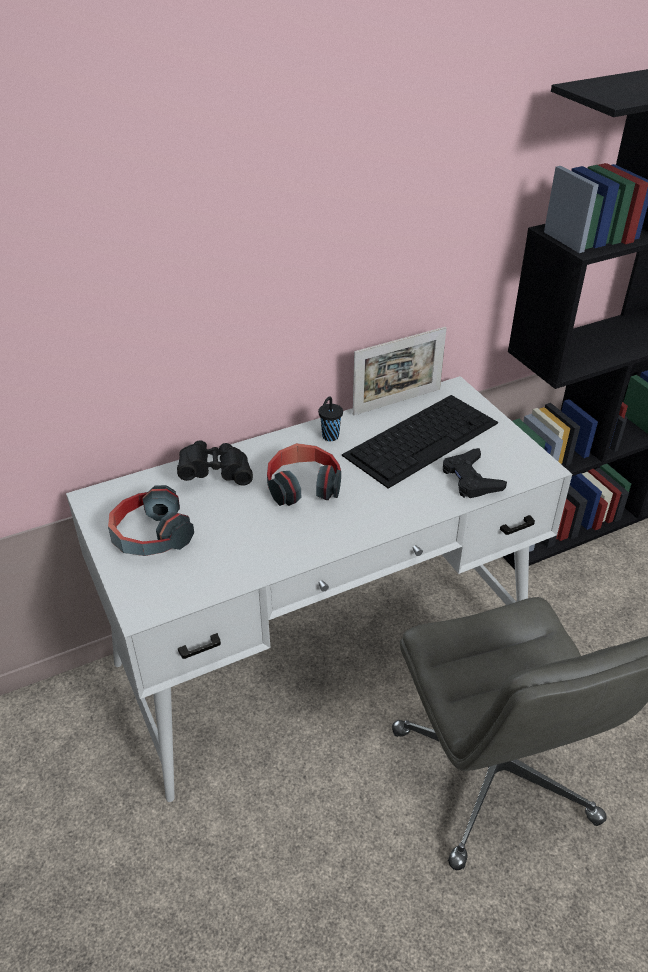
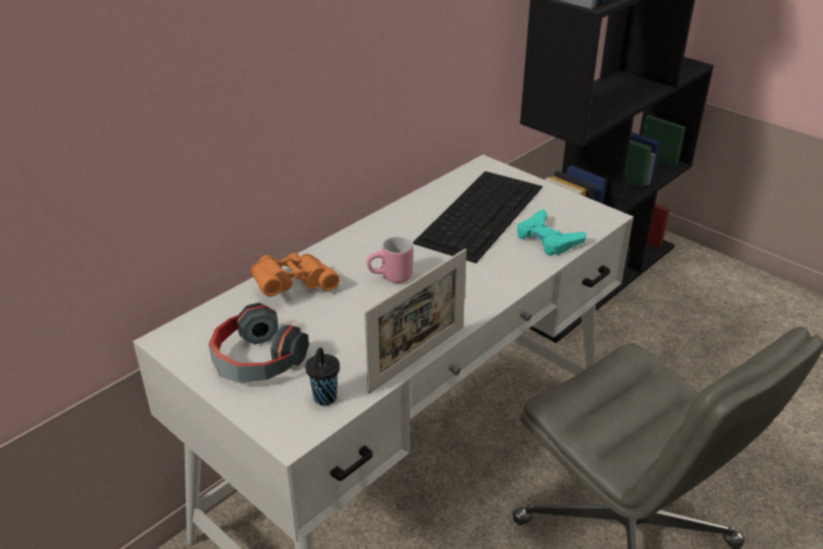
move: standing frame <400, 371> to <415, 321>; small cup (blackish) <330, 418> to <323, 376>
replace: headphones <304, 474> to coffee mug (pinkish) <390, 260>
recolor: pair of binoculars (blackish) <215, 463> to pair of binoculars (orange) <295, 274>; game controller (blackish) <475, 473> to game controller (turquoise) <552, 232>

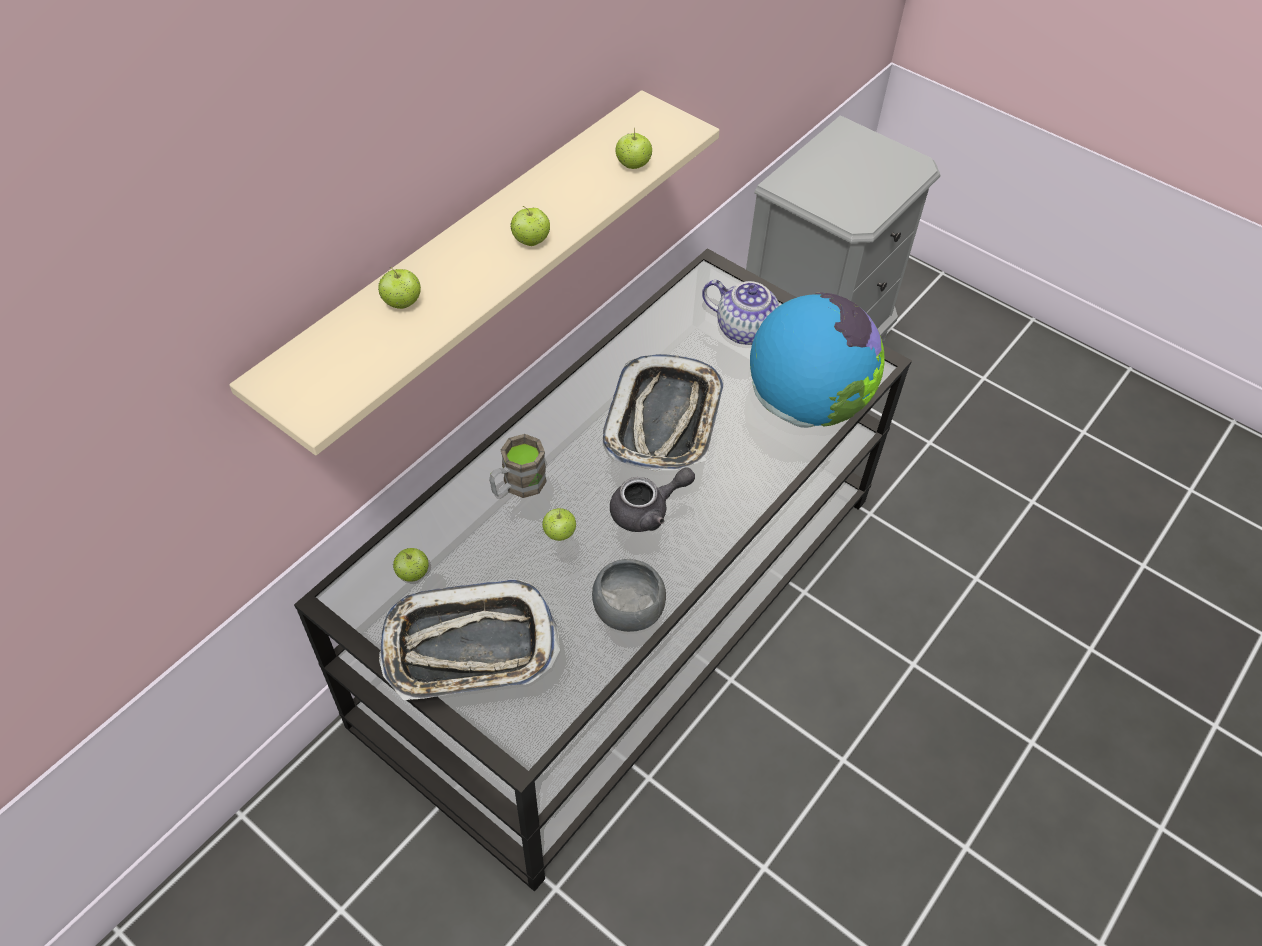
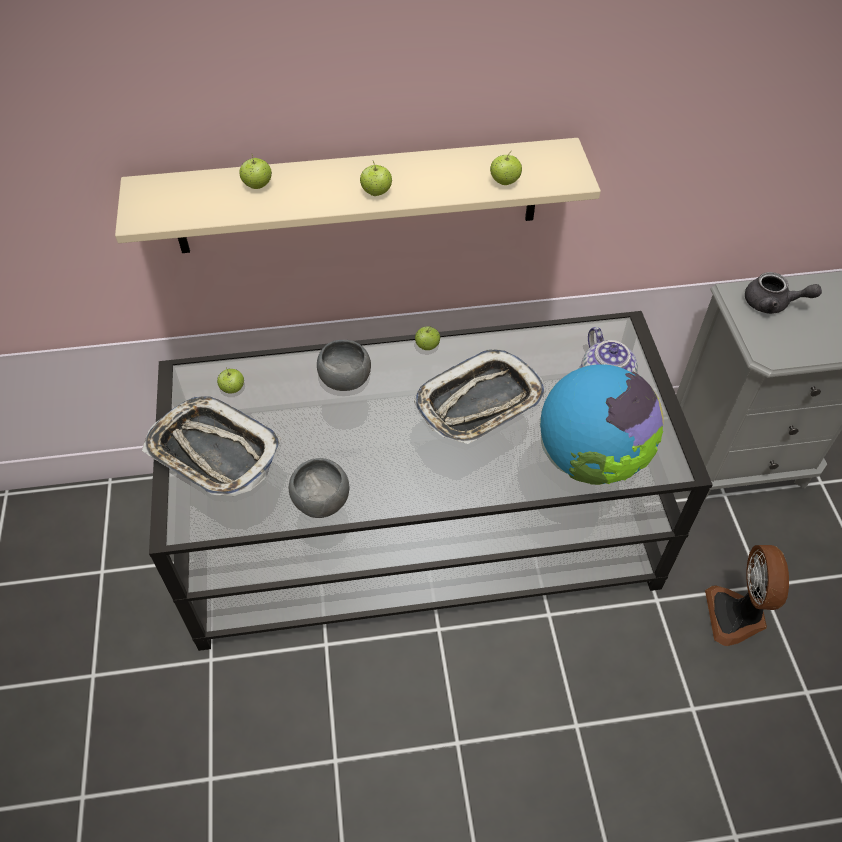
insert: fan <747, 595>
move: pot for tea (greyish) <652, 499> to <783, 293>; apple fruit <559, 524> to <427, 338>
replace: coffee mug (brown-coloured) <518, 466> to serving bowl (greyish) <344, 365>

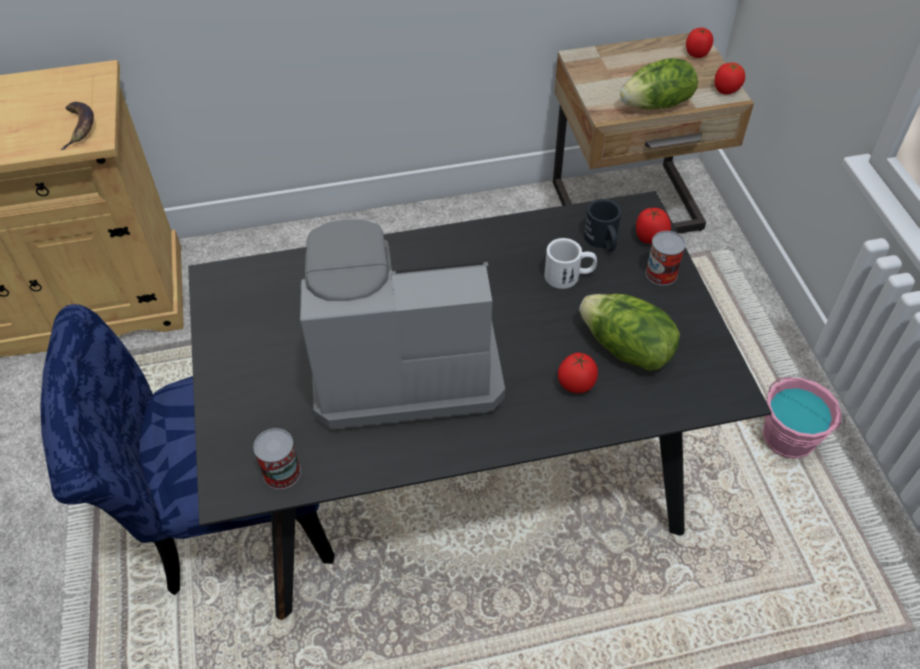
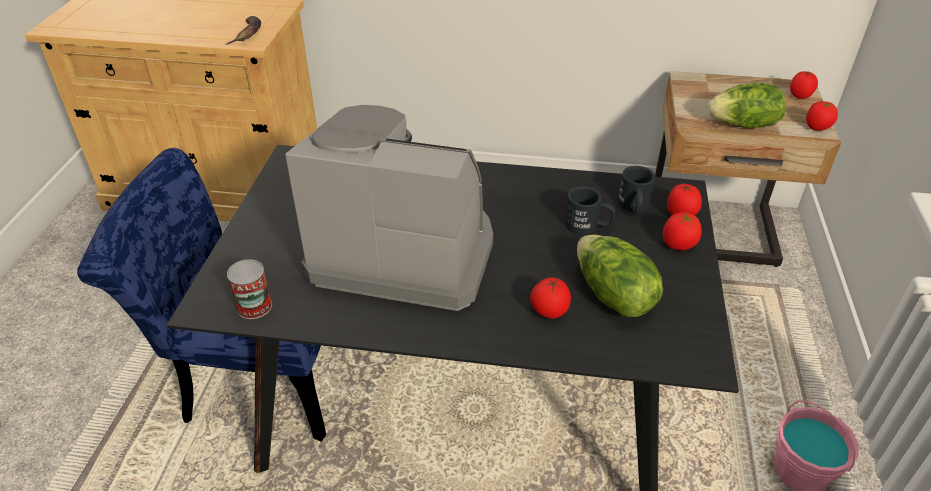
replace: metal can <665, 258> to whole tomato <682, 231>
recolor: coffee mug (whitish) <571, 263> to coffee mug (blackish) <590, 210>

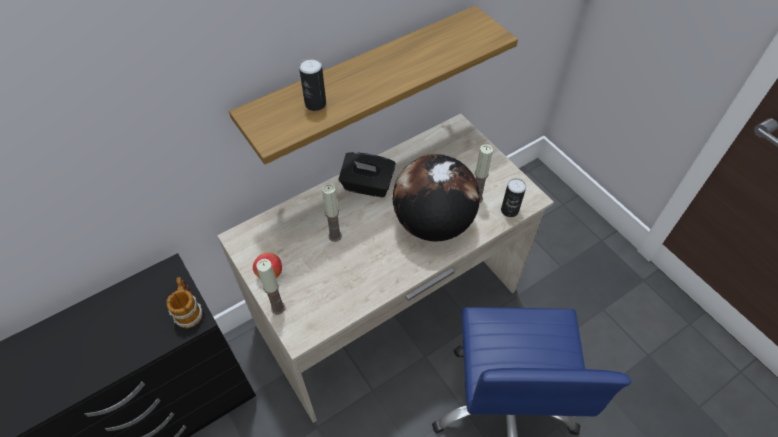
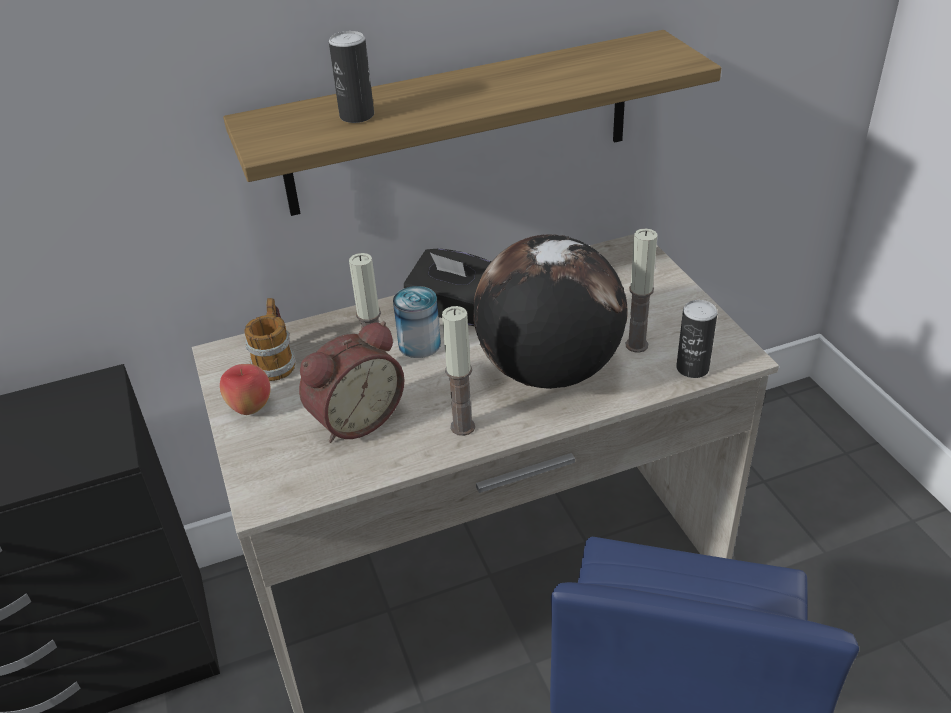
insert: metal can <417, 322>; alarm clock <351, 382>
move: wax candle <271, 286> to <458, 371>; coffee mug <184, 302> to <269, 339>

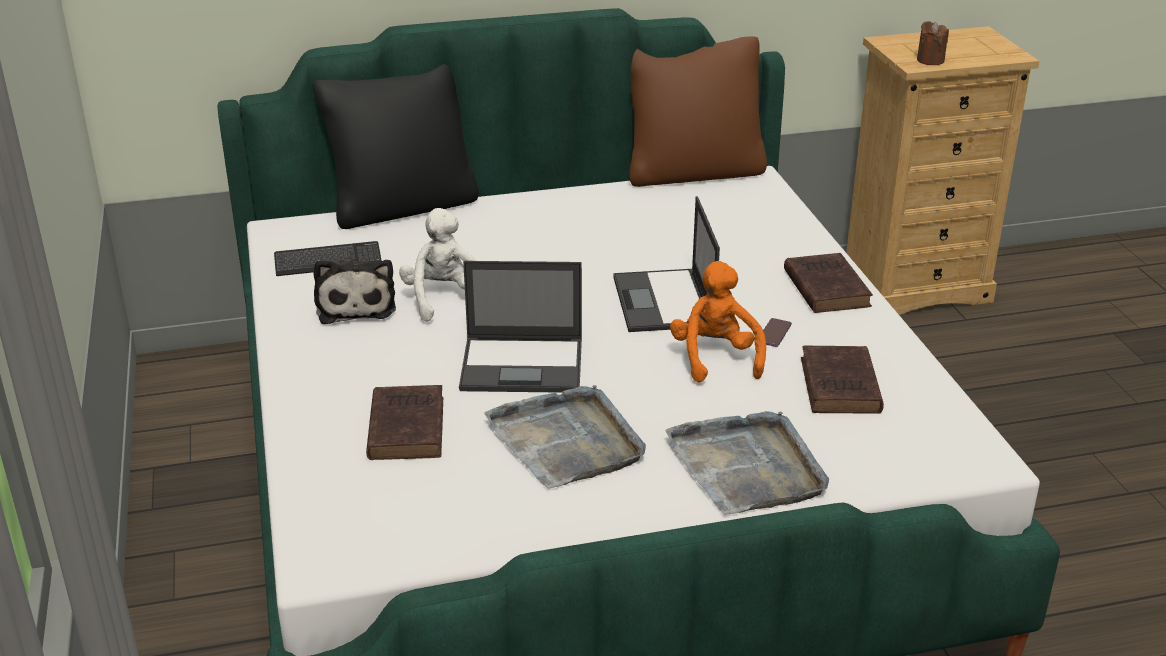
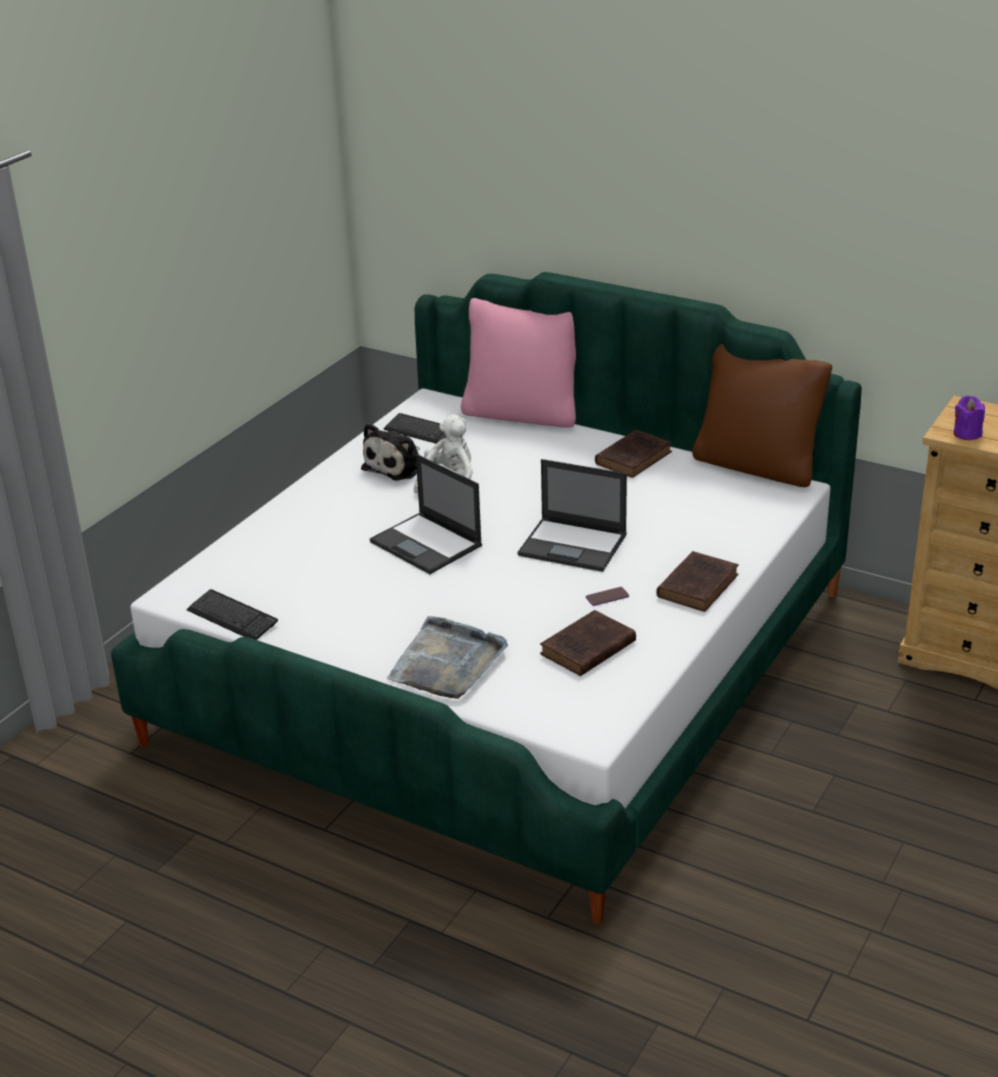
delete: soft toy (orange) <718, 322>; carrying tray (greyish) <565, 437>
insert: computer keyboard <232, 614>
move: book (brown-coloured) <404, 422> to <633, 454>
recolor: wax candle (brown-coloured) <933, 43> to wax candle (purplish) <969, 418>; throw pillow (blackish) <395, 146> to throw pillow (pinkish) <518, 363>
rotate: notebook computer <666, 264> = <572, 515> 105 degrees counterclockwise

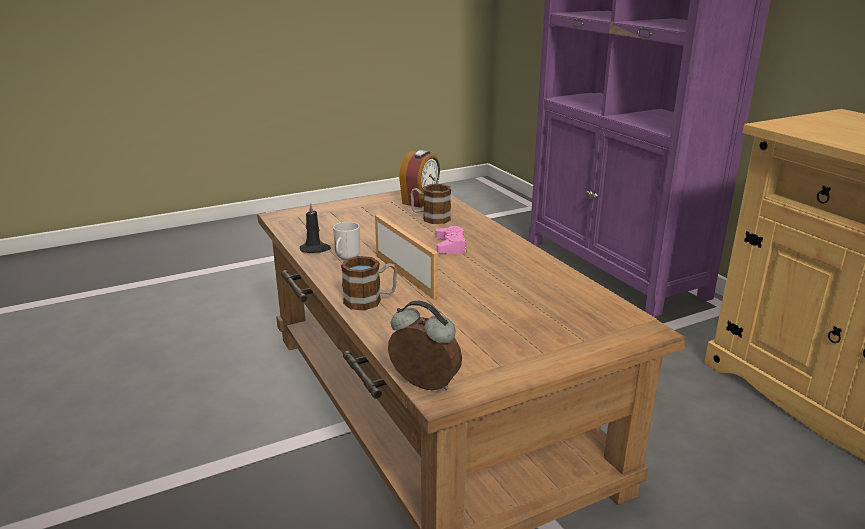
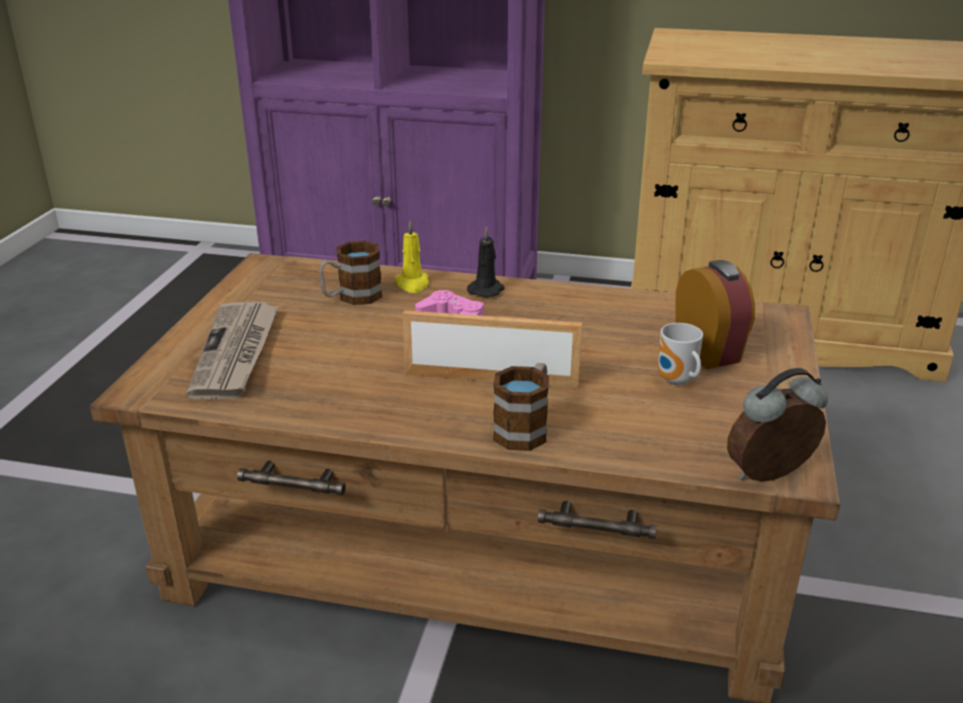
insert: wax candle (yellow-coloured) <411, 257>; printed paper <232, 351>
move: alarm clock <419, 179> to <715, 315>; wax candle (blackish) <315, 228> to <486, 262>; coffee mug <346, 241> to <680, 354>

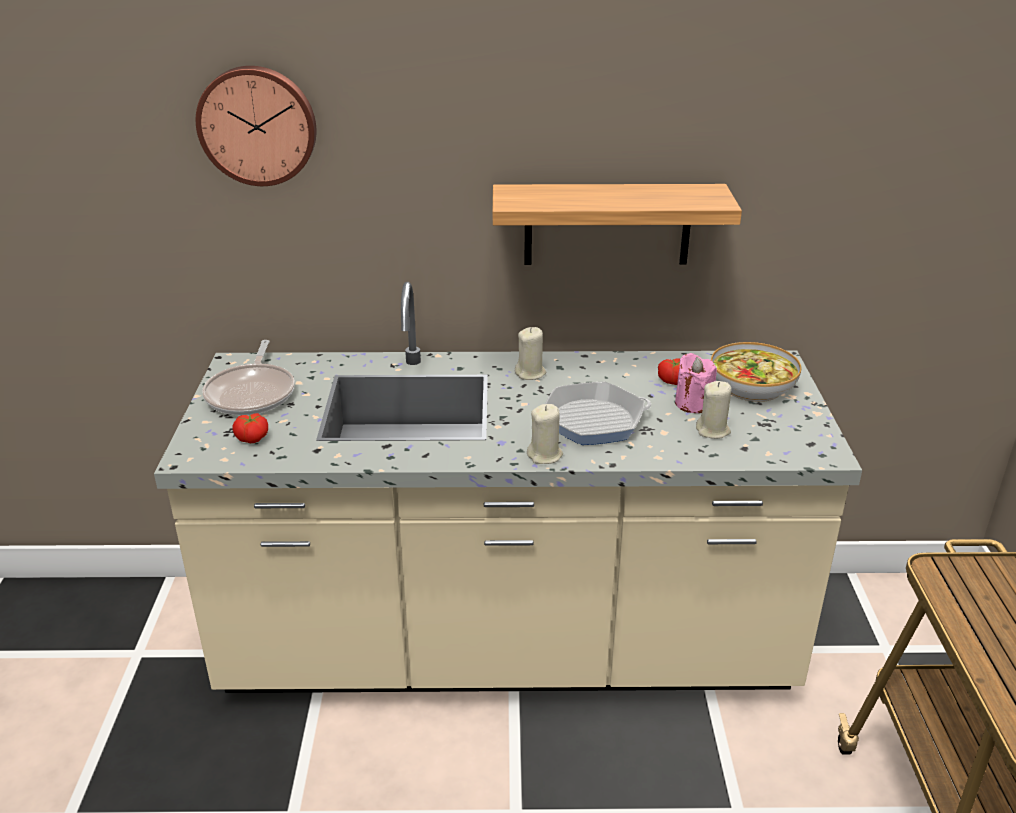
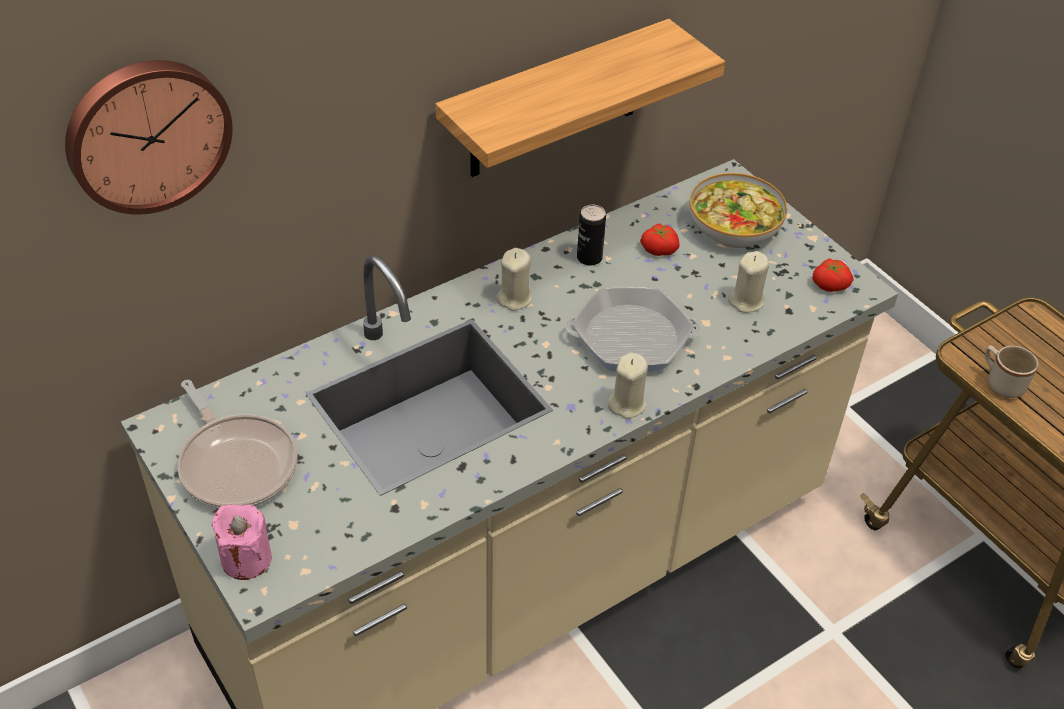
insert: metal can <591, 235>; coffee mug (beige) <1011, 371>
move: wax candle (pinkish) <696, 383> to <241, 542>; whole tomato <250, 428> to <833, 275>
rotate: skillet <598, 413> = <633, 329> 45 degrees clockwise

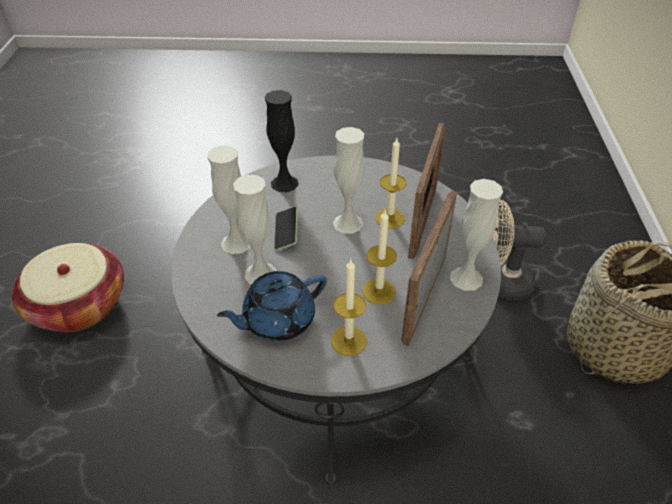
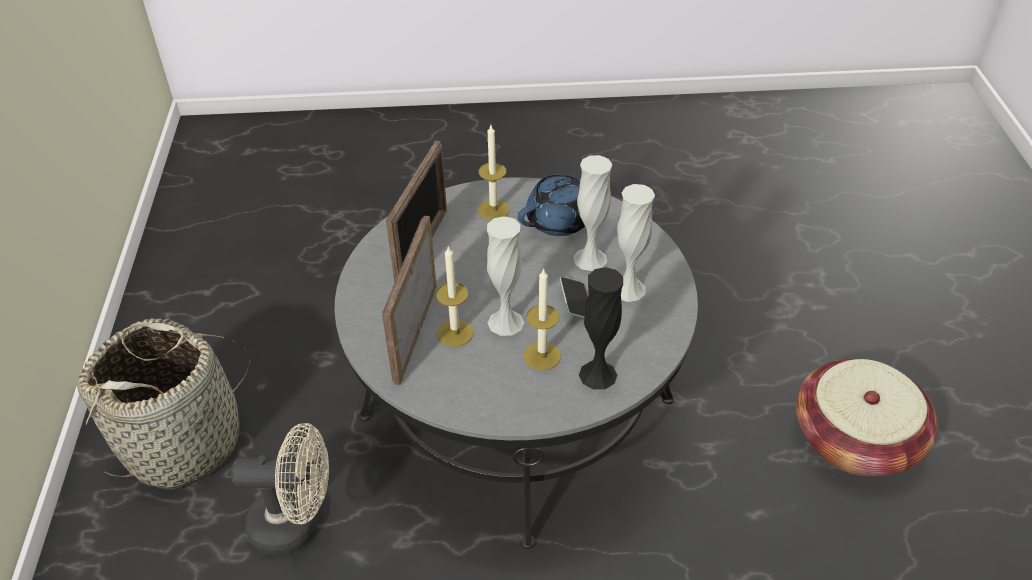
delete: flower vase (whitish) <476, 235>
move: wax candle <379, 257> to <542, 319>

